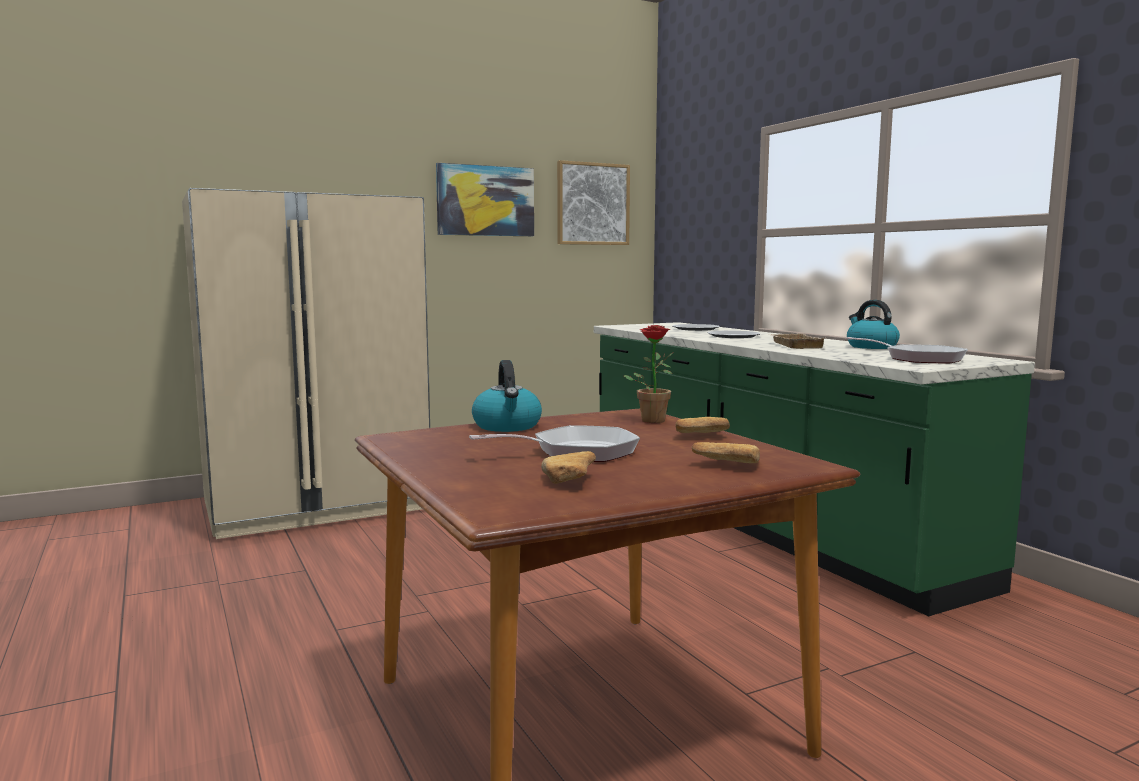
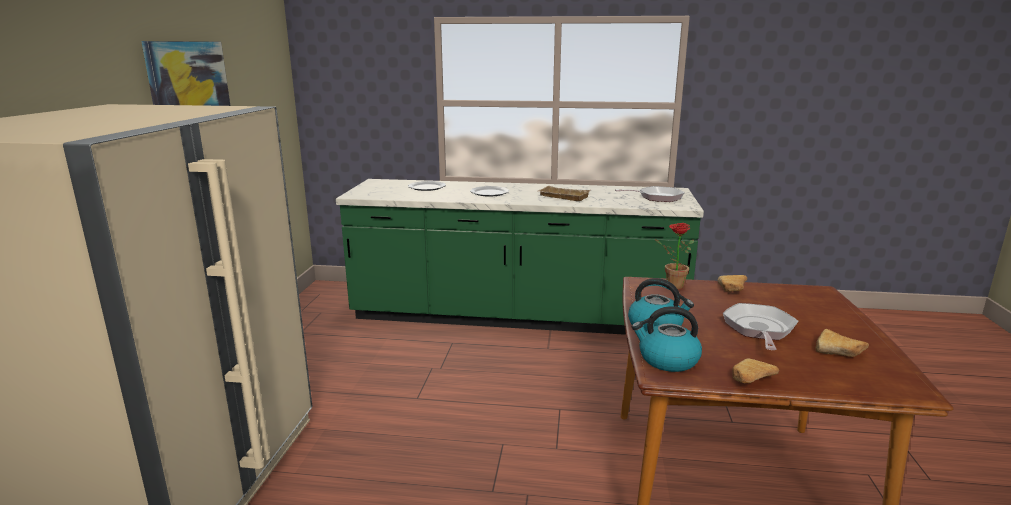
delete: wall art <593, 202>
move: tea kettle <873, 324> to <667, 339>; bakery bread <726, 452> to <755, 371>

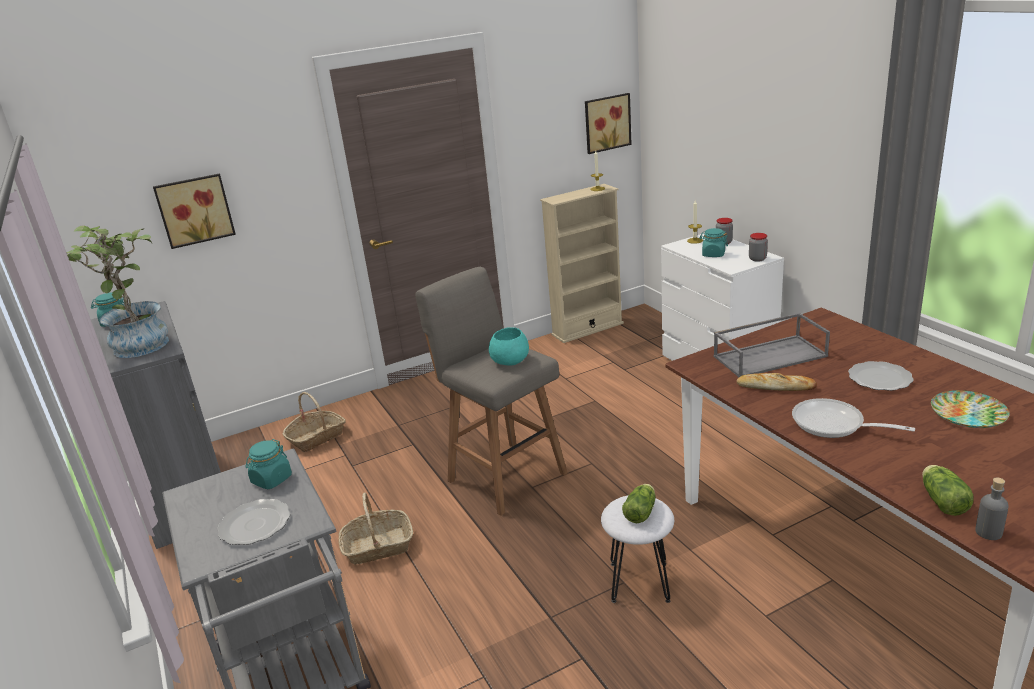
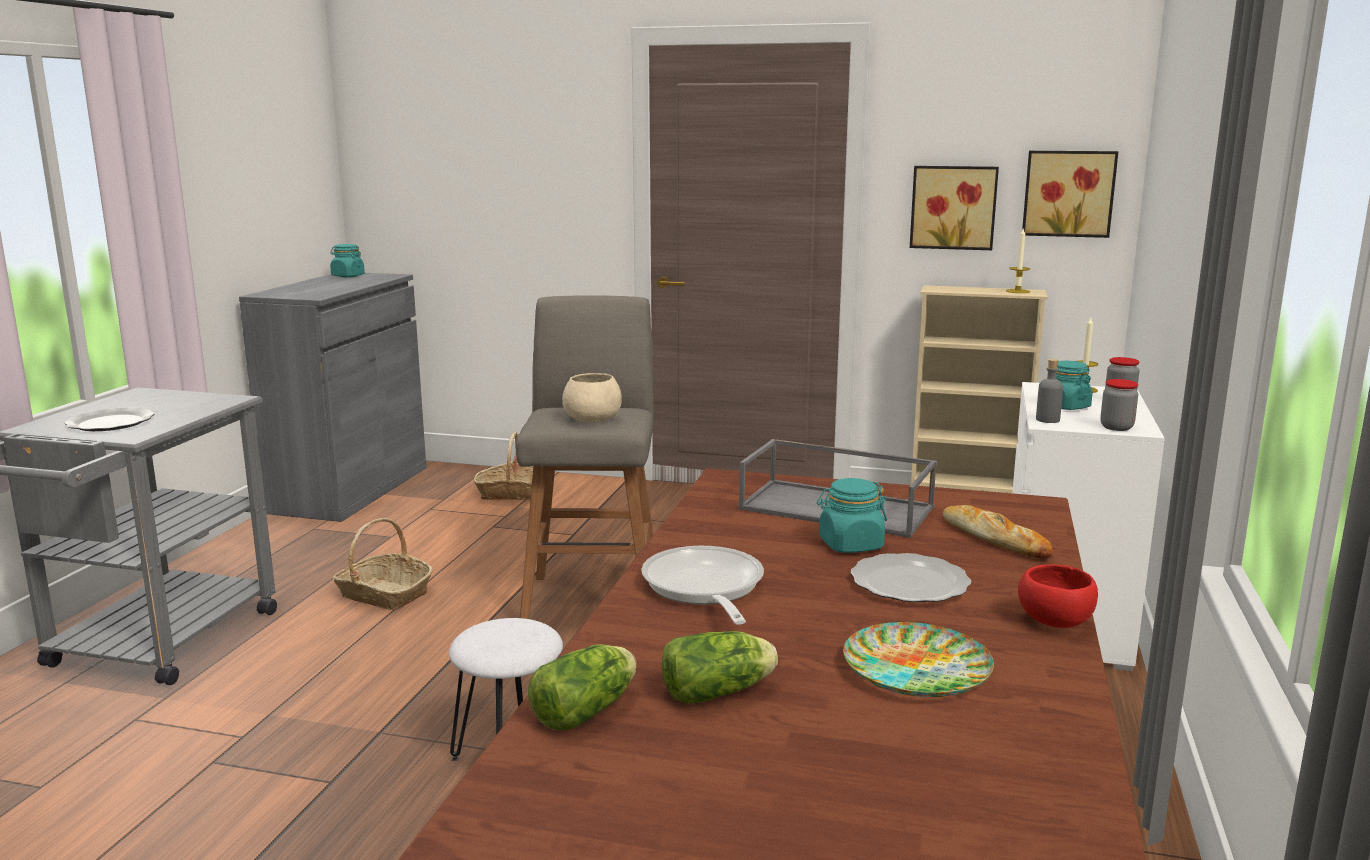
delete: houseplant <117, 292>
insert: serving bowl (reddish) <1058, 596>
move: wall art <194, 211> to <954, 208>; bakery bread <776, 382> to <998, 531>; jar (turquoise) <269, 464> to <852, 515>; beverage bottle (greyish) <992, 508> to <1049, 391>; head of lettuce <639, 503> to <720, 667>
recolor: serving bowl (turquoise) <509, 346> to serving bowl (beige) <592, 398>

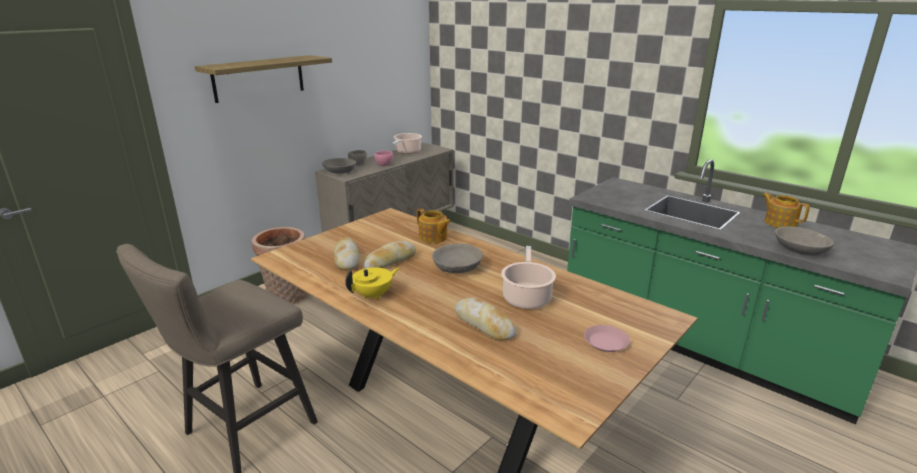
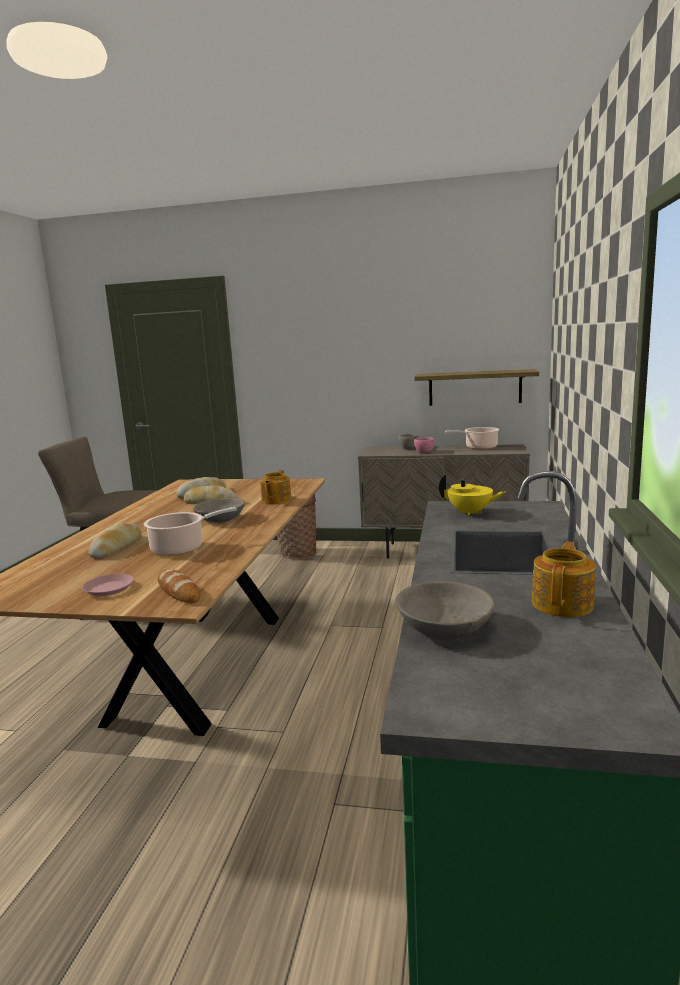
delete: serving bowl (greyish) <339, 166>
insert: bakery bread <179, 586>
move: wall shelf <263, 79> to <476, 387>; pot for tea (yellow-coloured) <372, 283> to <472, 495>

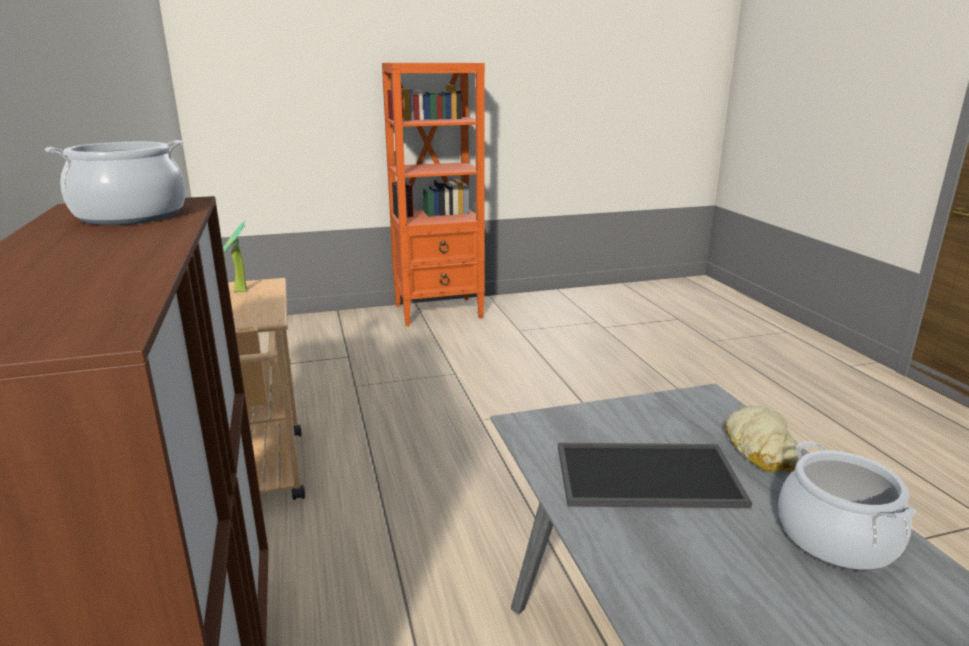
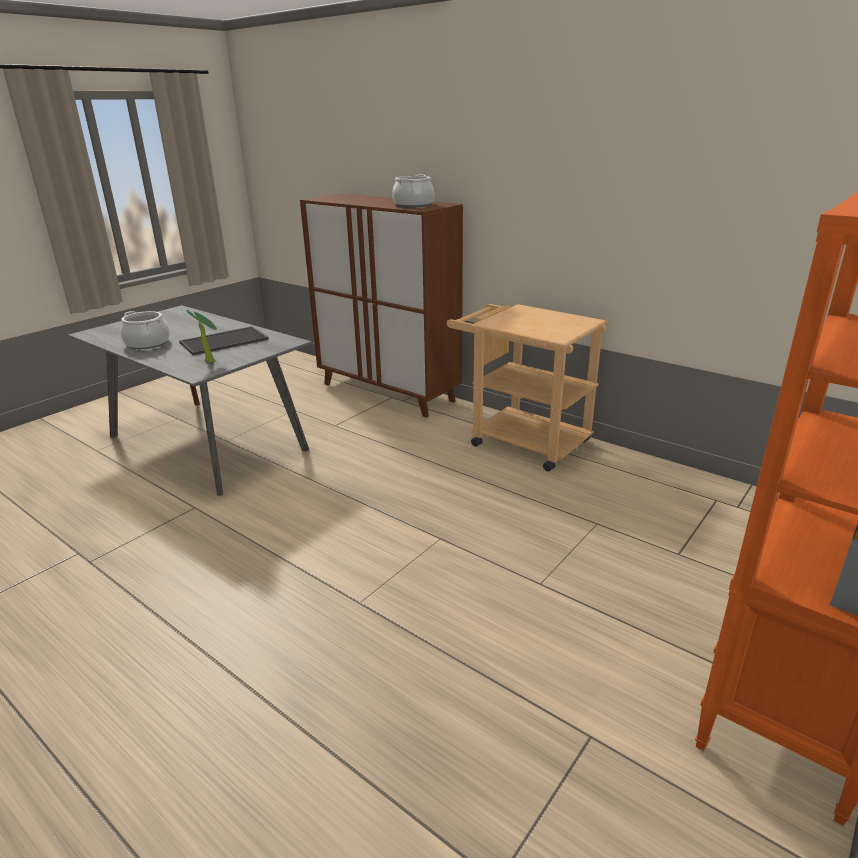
delete: bakery bread <763, 439>
move: houseplant <235, 256> to <201, 336>

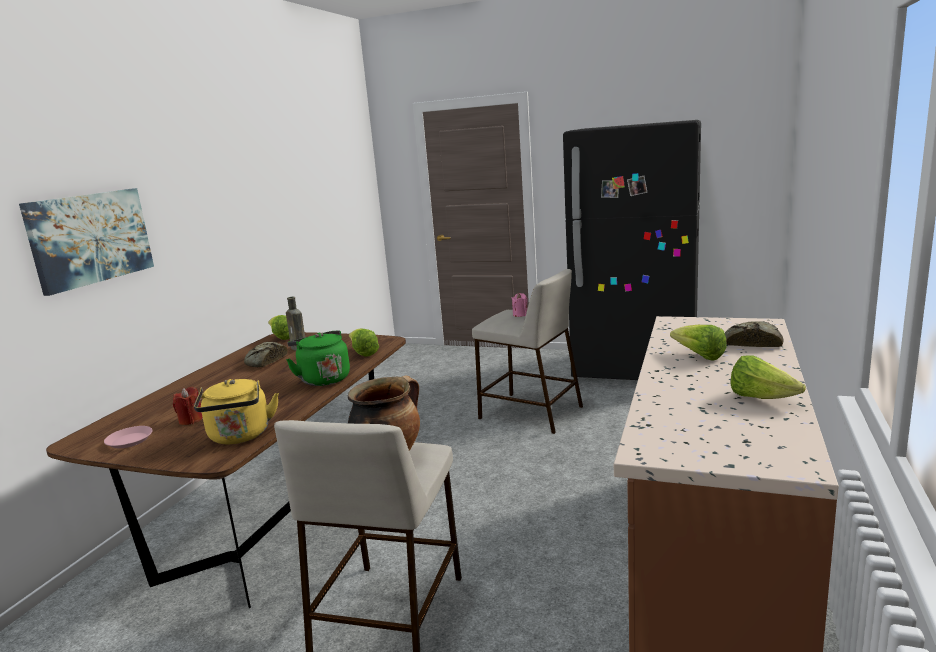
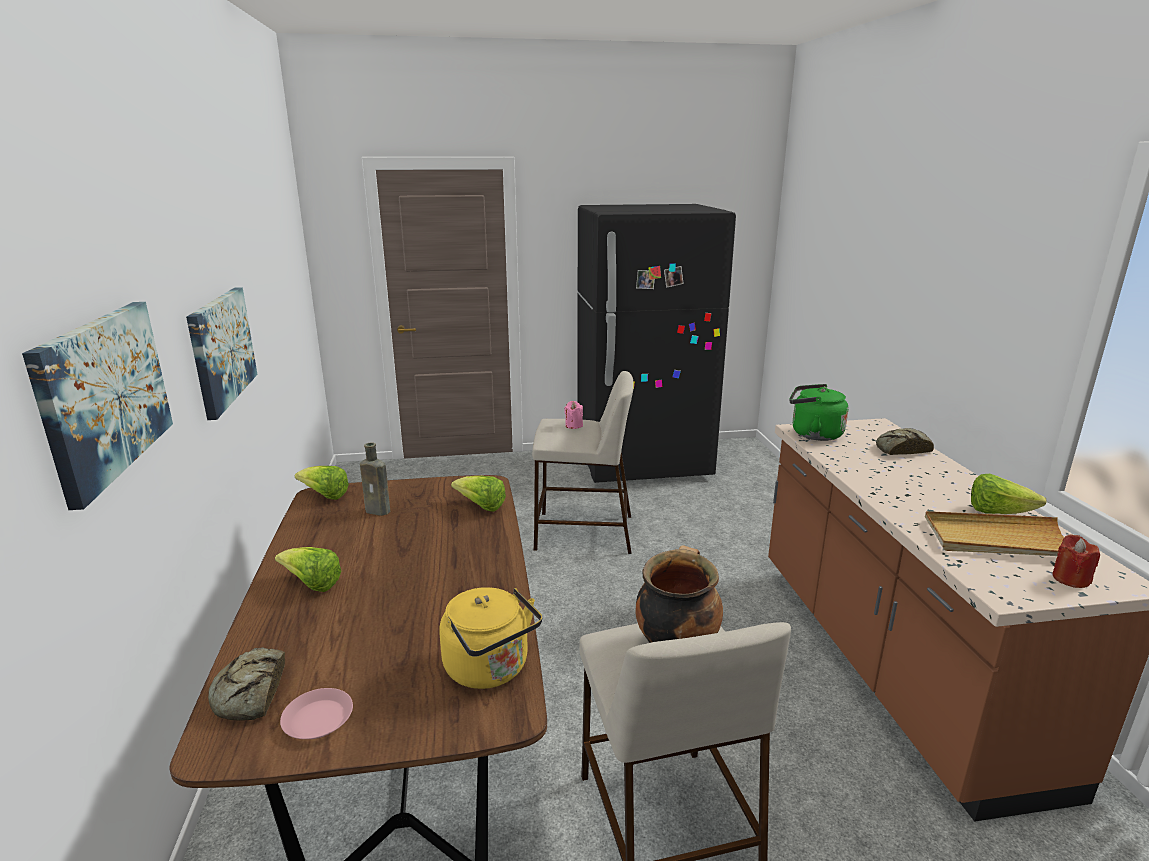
insert: wall art <222, 353>; carrying tray (beige) <994, 533>
move: head of lettuce <698, 343> to <308, 569>; tea kettle (greenish) <318, 358> to <819, 412>; bakery bread <266, 354> to <246, 684>; wax candle (reddish) <188, 406> to <1076, 561>

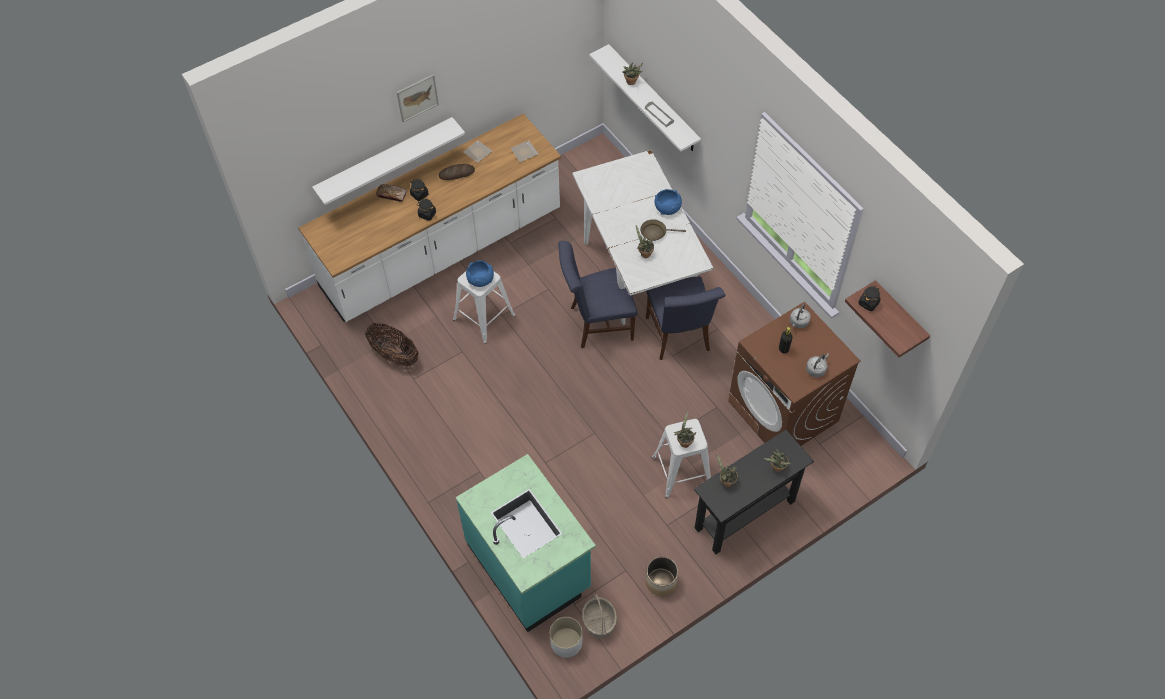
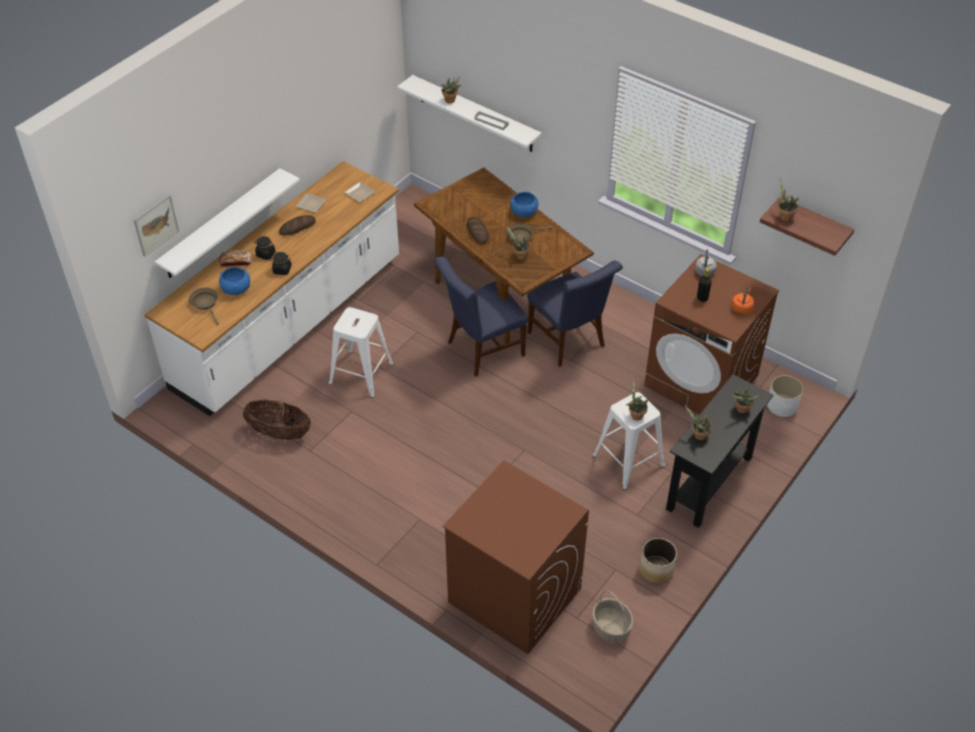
insert: bakery bread <477, 230>; skillet (brown-coloured) <204, 306>
move: wall art <418, 98> to <156, 226>; serving bowl (bluish) <480, 273> to <234, 281>; planter (whitish) <566, 637> to <785, 396>
replace: jar (blackish) <869, 298> to houseplant <788, 200>; kitchen counter (turquoise) <525, 543> to washing machine (brown-coloured) <516, 557>
recolor: dining table (whitish) <642, 237> to dining table (brown-coloured) <504, 255>; tea kettle (greyish) <817, 365> to tea kettle (orange) <743, 300>

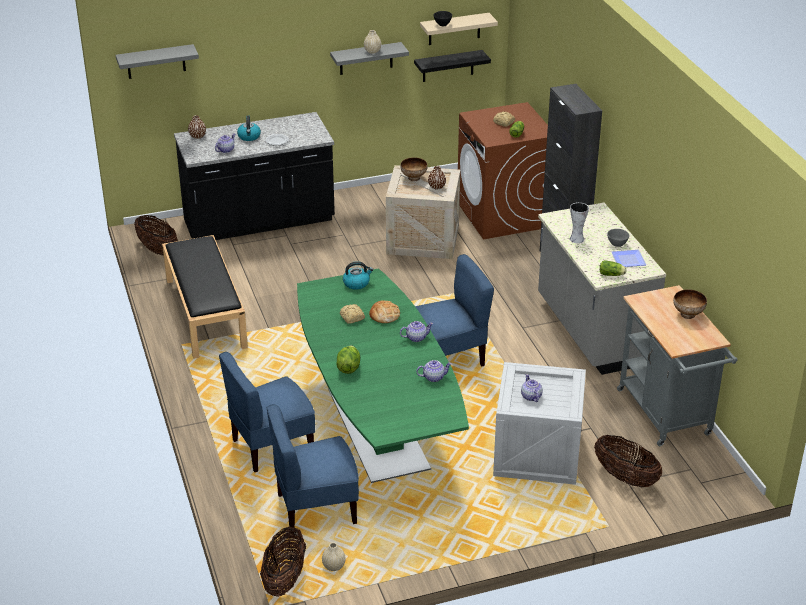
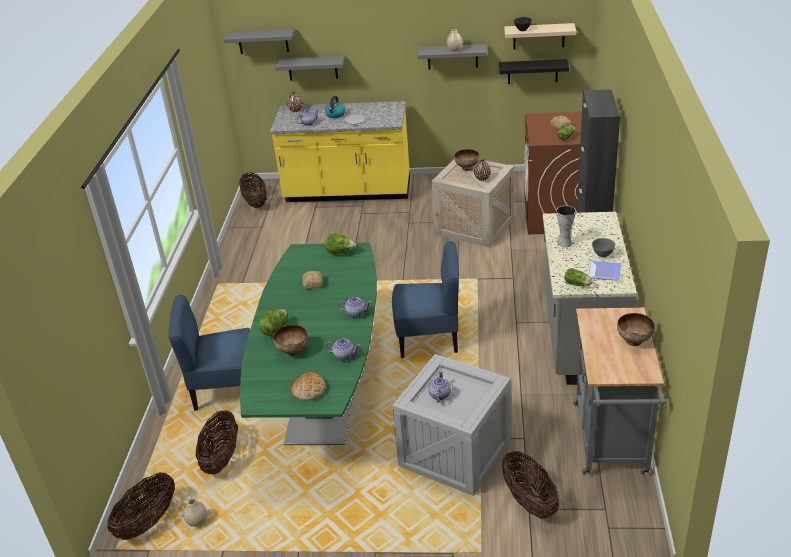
delete: indoor bench (blackish) <205, 297>
insert: wall shelf (greyish) <310, 68>; serving bowl <290, 340>
move: bakery bread <384, 311> to <308, 386>
replace: tea kettle <358, 275> to head of lettuce <340, 244>; plain chair (bluish) <313, 466> to household basket <216, 442>
recolor: kitchen counter (blackish) <254, 176> to kitchen counter (yellow-coloured) <340, 151>

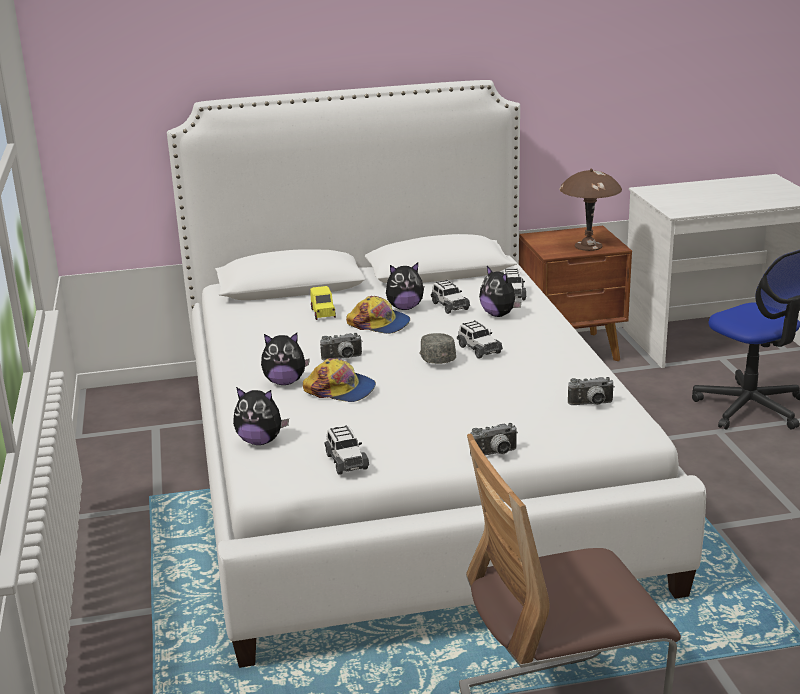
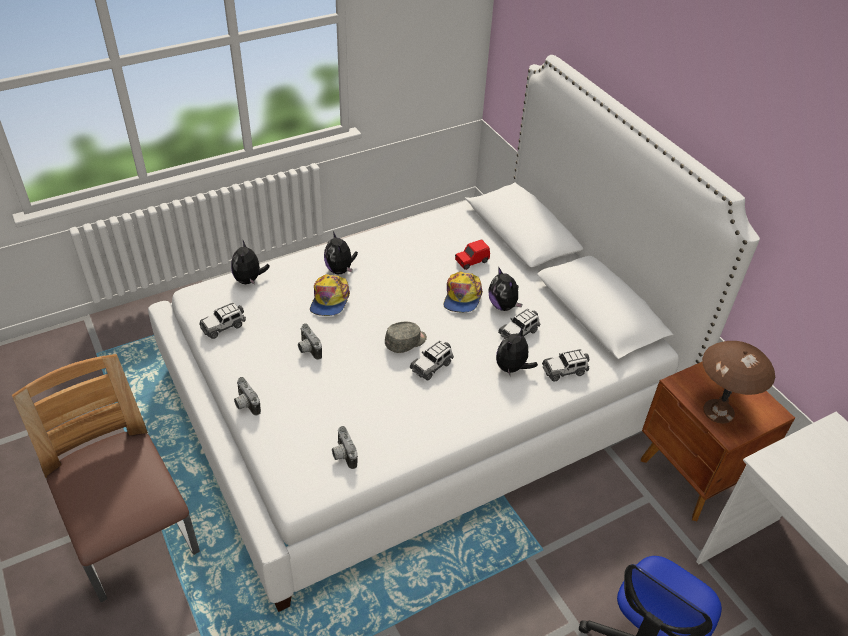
move: still camera <341, 346> to <310, 342>
recolor: toy car (yellow-coloured) <323, 303> to toy car (reddish) <472, 255>

